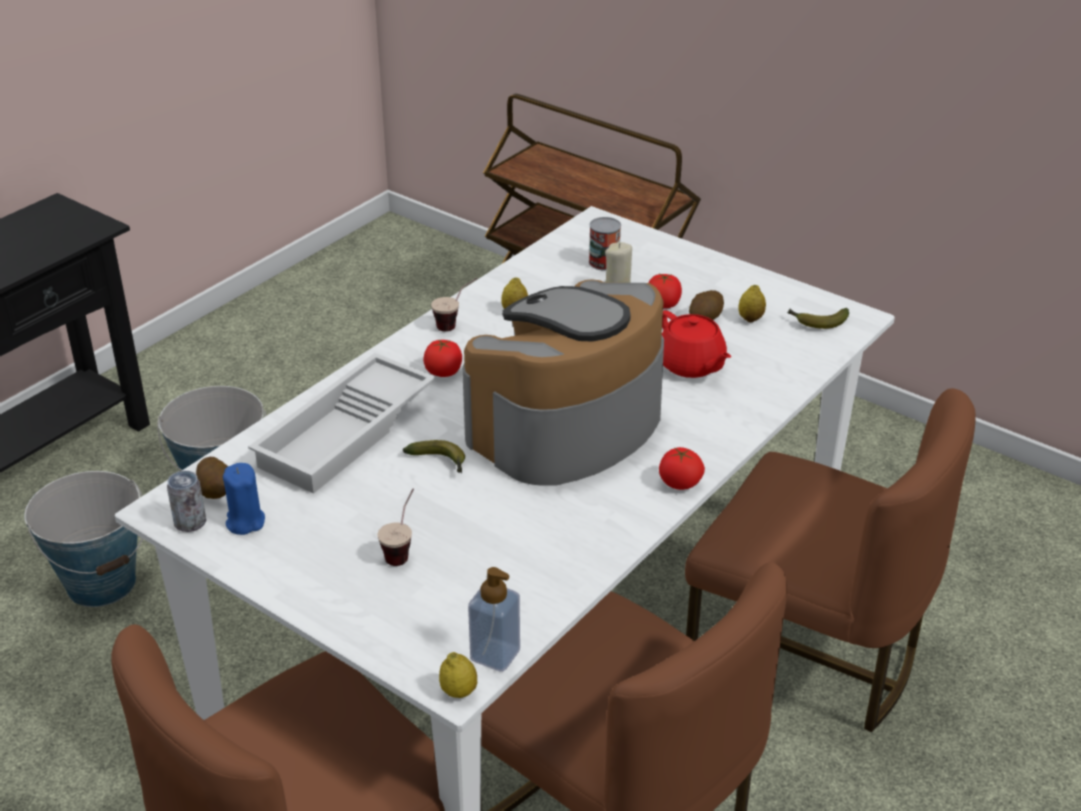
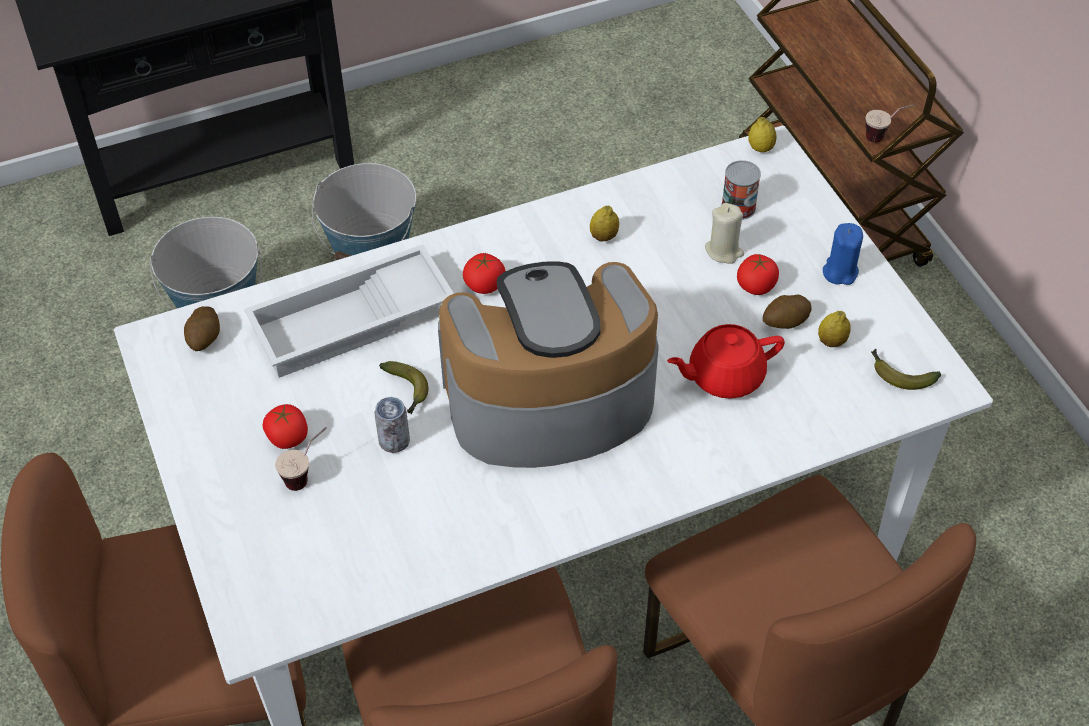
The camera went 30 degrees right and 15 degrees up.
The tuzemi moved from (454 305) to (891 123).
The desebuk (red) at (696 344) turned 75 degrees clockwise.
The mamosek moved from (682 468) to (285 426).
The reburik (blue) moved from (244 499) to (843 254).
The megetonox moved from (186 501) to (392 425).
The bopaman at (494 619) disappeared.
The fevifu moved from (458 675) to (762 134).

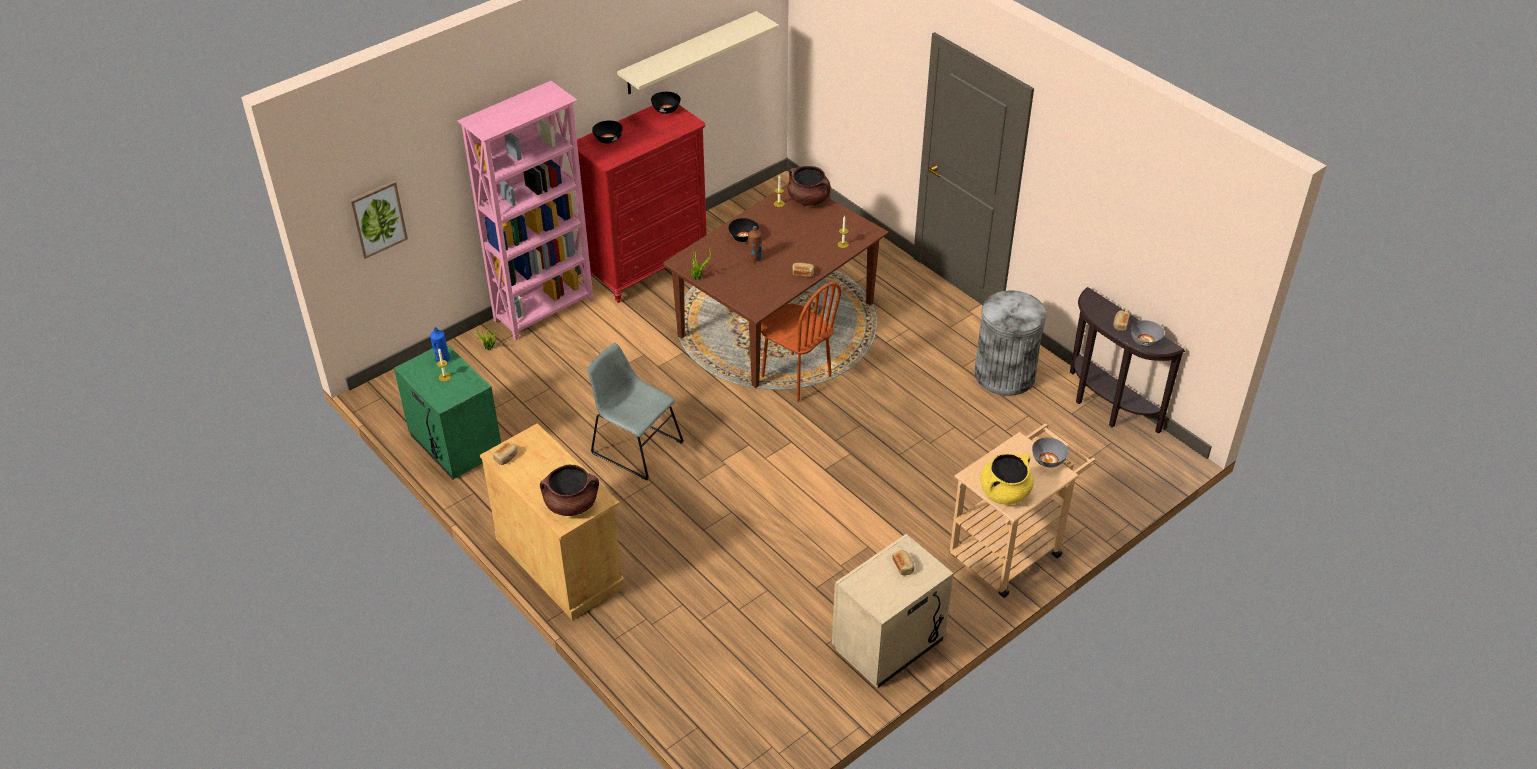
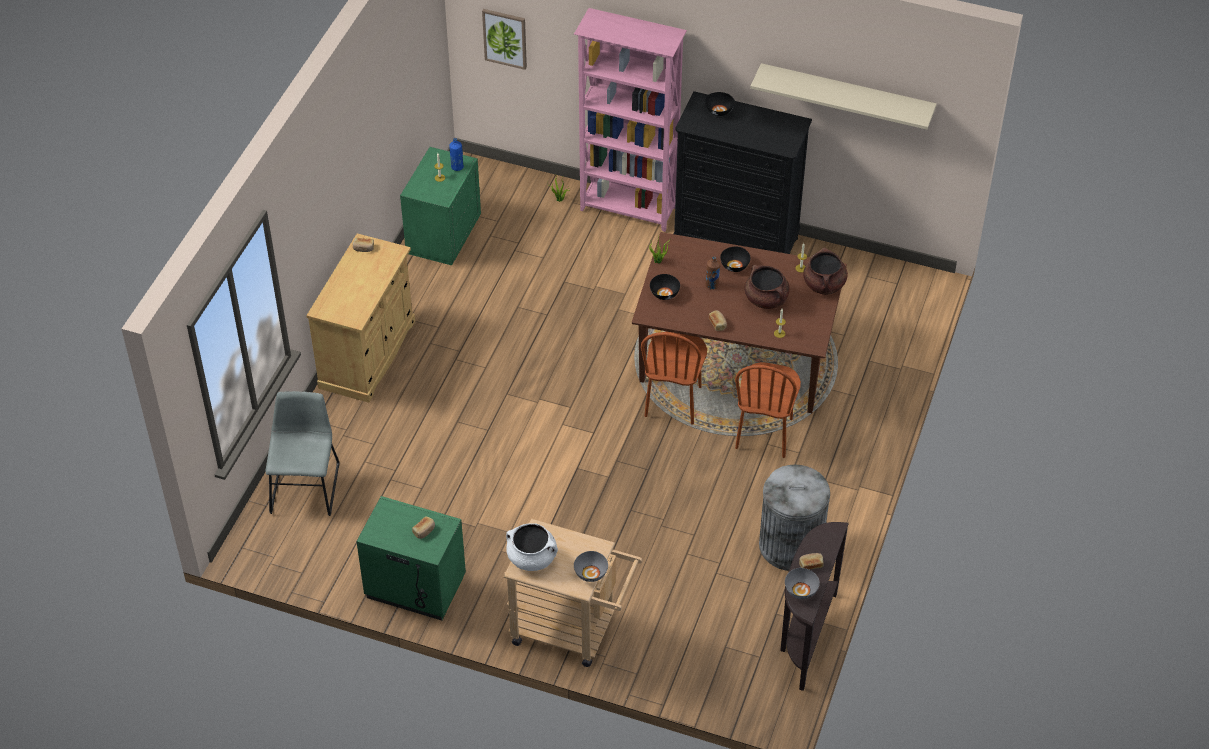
The camera went 60 degrees right and 5 degrees up.
The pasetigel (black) moved from (666 103) to (665 287).
The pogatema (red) at (639 204) became the pogatema (black) at (743 172).
The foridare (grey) moved from (635 411) to (302 453).
The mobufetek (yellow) at (1007 479) became the mobufetek (white) at (532 547).
The mobufetek (brown) moved from (569 490) to (767 287).
The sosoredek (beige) at (893 611) became the sosoredek (green) at (411 558).
The foridare (brown) at (768 410) appeared.

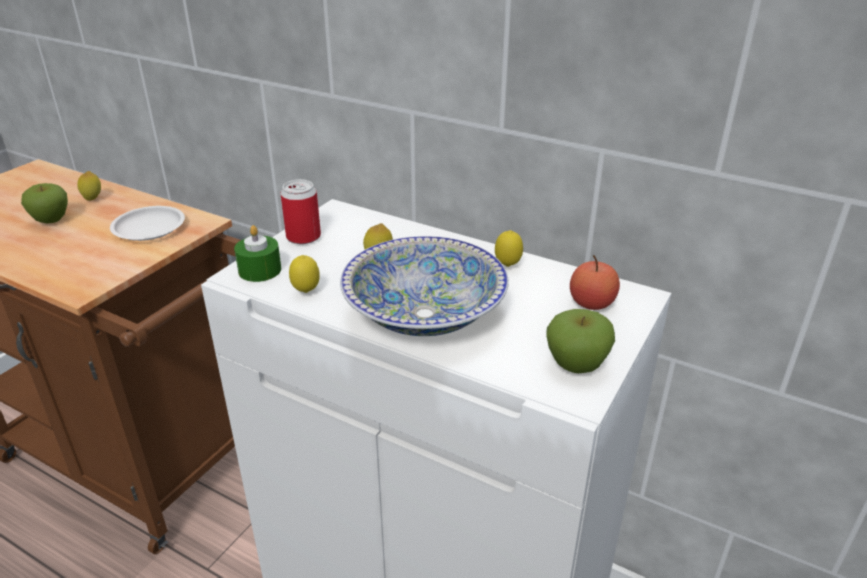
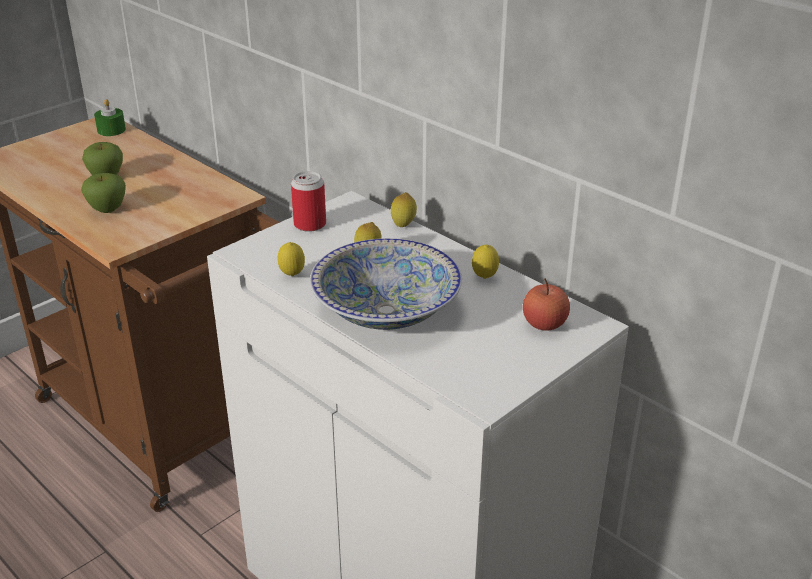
The camera went 15 degrees right and 0 degrees up.
The fevifu moved from (89 186) to (404 209).
The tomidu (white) at (147 223) disappeared.
The reburik (green) moved from (257 253) to (110 117).
The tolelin moved from (580 341) to (103 193).

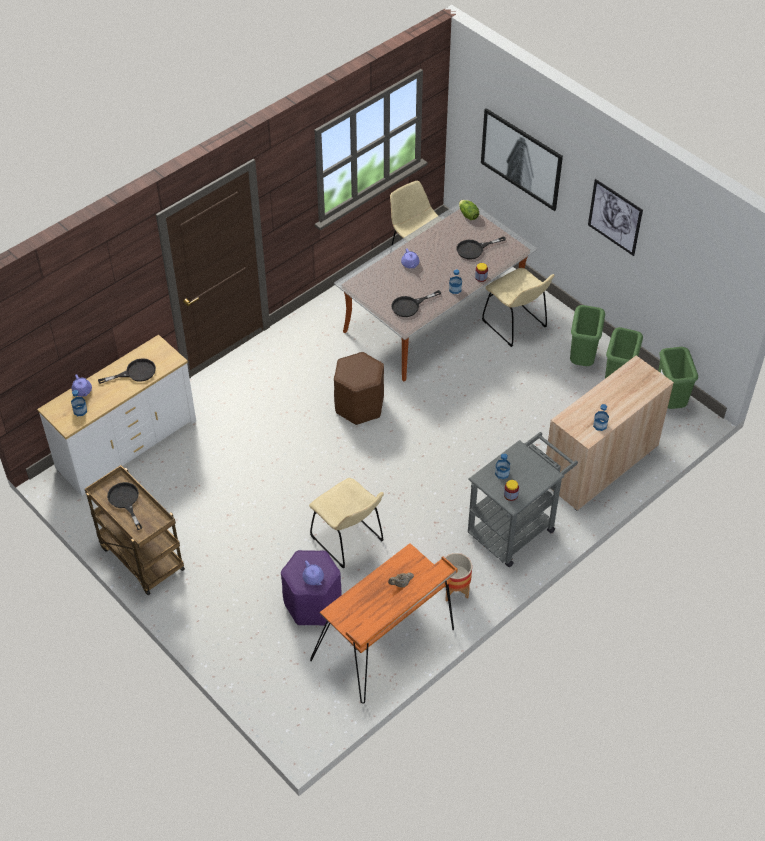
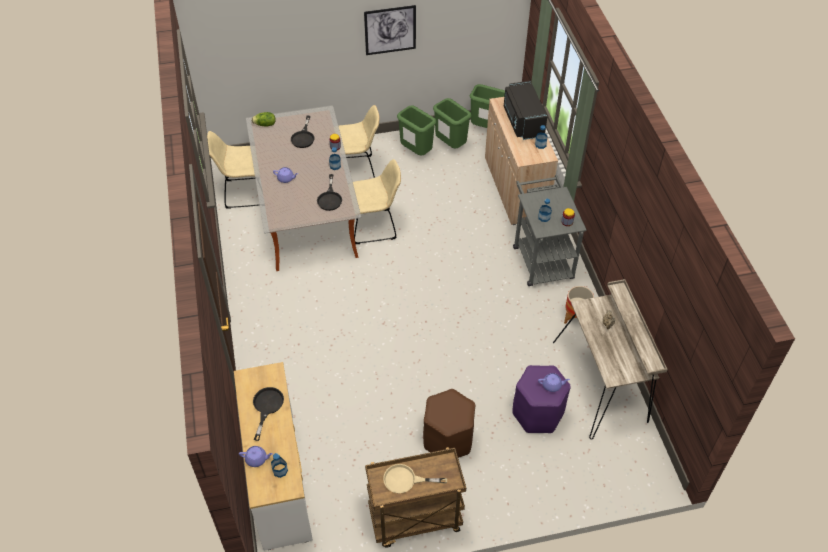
The camera went 60 degrees left and 0 degrees up.
The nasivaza at (522 159) disappeared.
The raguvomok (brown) moved from (359 388) to (449 423).
The foridare (beige) moved from (346 523) to (377 201).
The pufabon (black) at (124 506) became the pufabon (beige) at (415 479).
The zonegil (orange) at (384 623) became the zonegil (beige) at (610 359).
The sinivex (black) at (525 110) appeared.

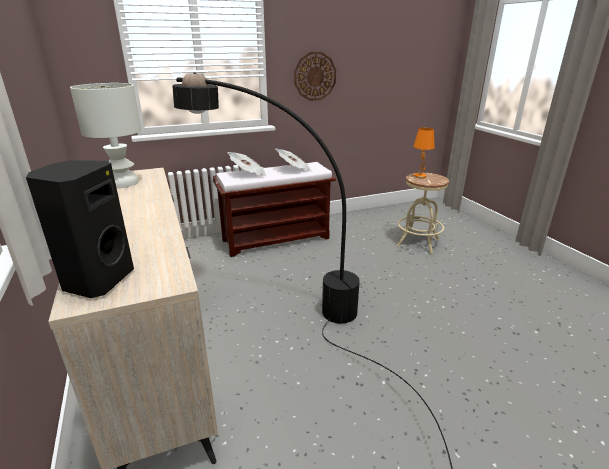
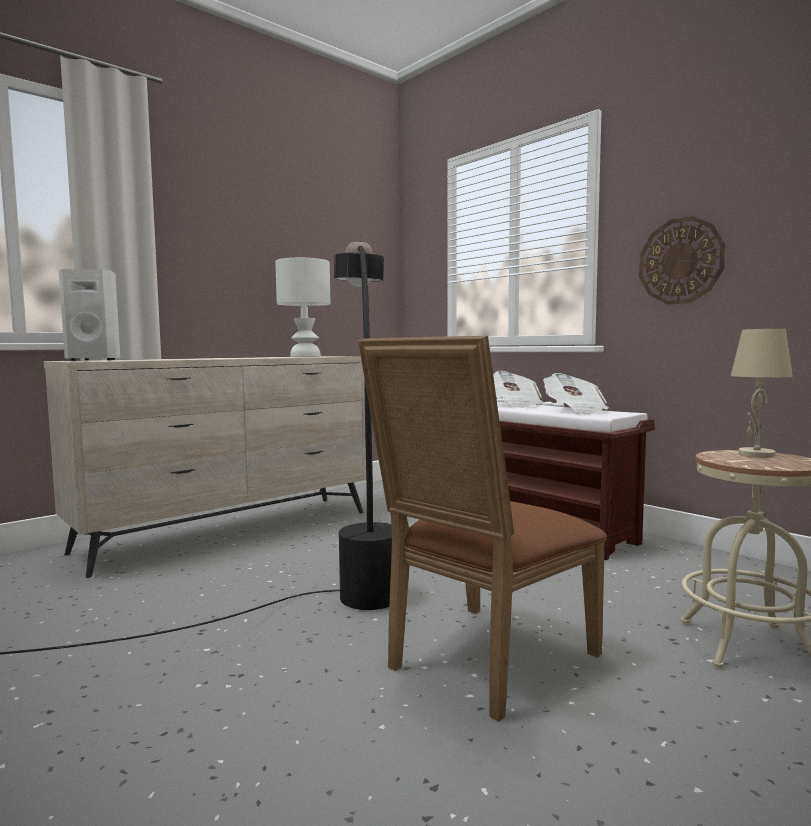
The camera went 70 degrees right and 20 degrees down.
The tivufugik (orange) at (424 153) became the tivufugik (beige) at (762 393).
The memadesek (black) at (80 229) became the memadesek (white) at (89 315).
The foridare (brown) at (482 529) appeared.

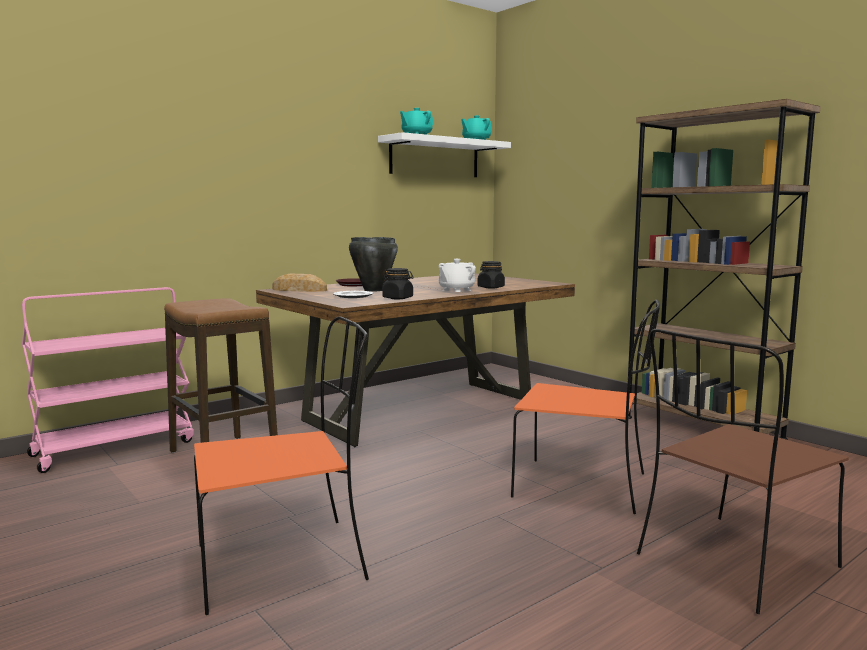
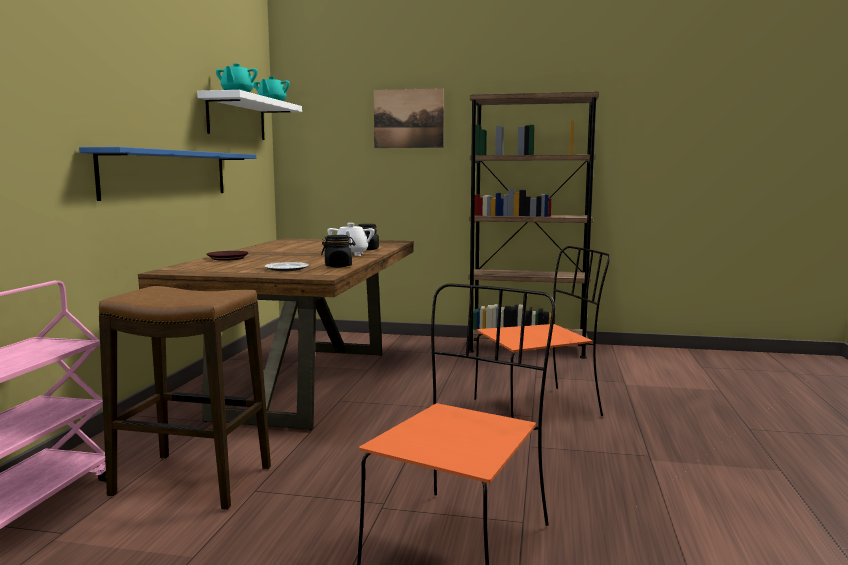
The camera went 40 degrees left and 0 degrees up.
The mobufetek (black) at (373 264) disappeared.
The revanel at (299 283) disappeared.
The foridare (brown) at (743 471) disappeared.
The nasivaza at (409 118) appeared.
The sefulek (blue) at (167 174) appeared.

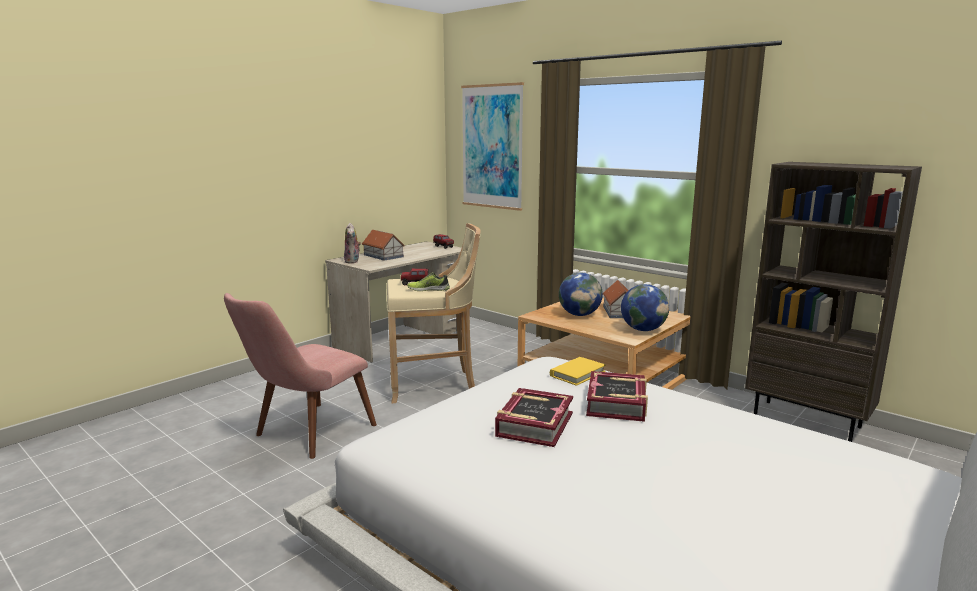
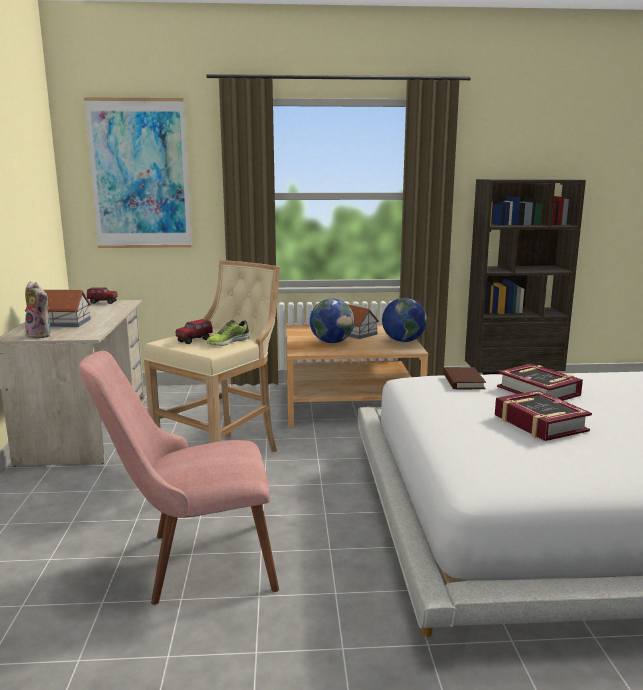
The camera went 45 degrees left and 0 degrees up.
The foridare (pink) at (300 376) turned 90 degrees clockwise.
The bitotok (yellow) at (578 371) became the bitotok (brown) at (464 378).

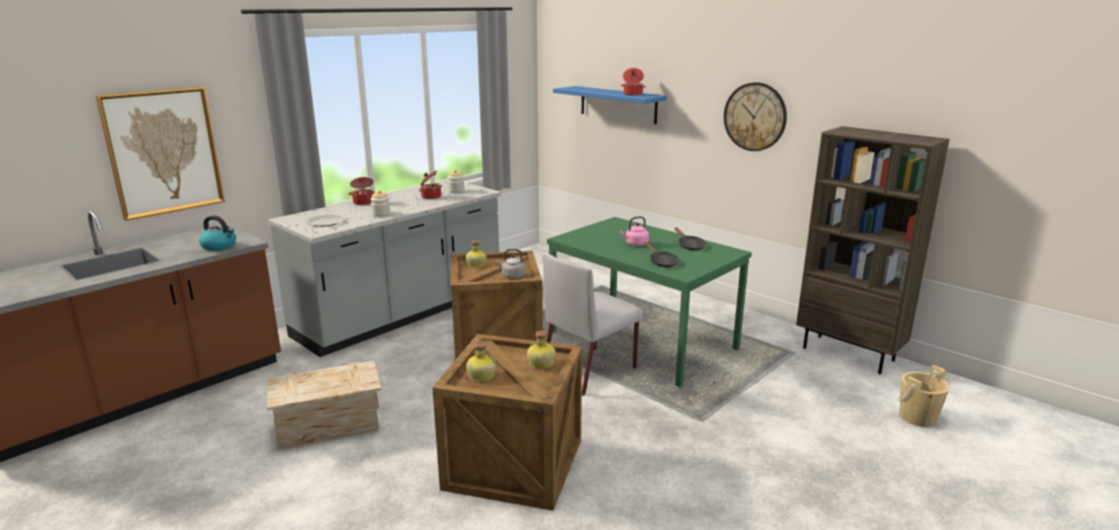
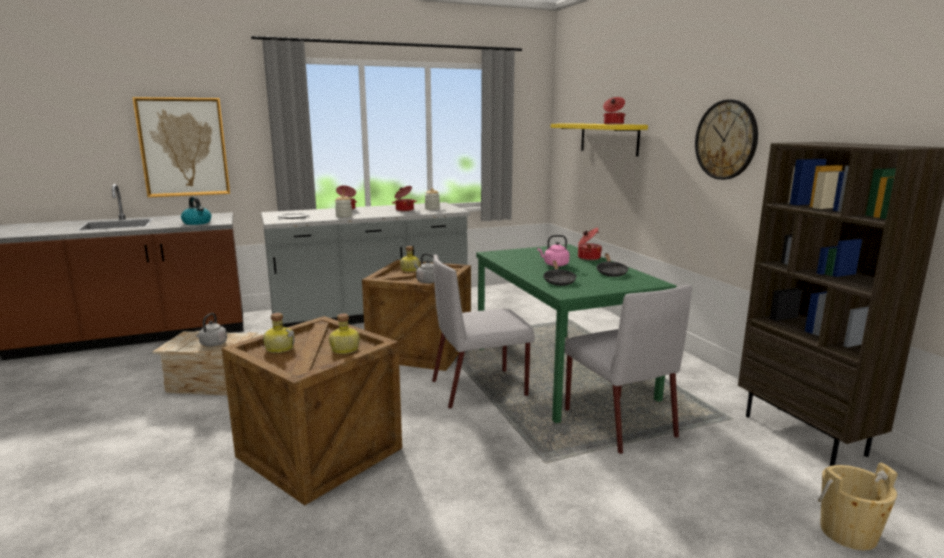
The camera went 25 degrees right and 5 degrees down.
The sefulek (blue) at (610 105) became the sefulek (yellow) at (599 140).
The mobufetek at (590 244) appeared.
The foridare (grey) at (628 369) appeared.
The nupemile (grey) at (211 330) appeared.

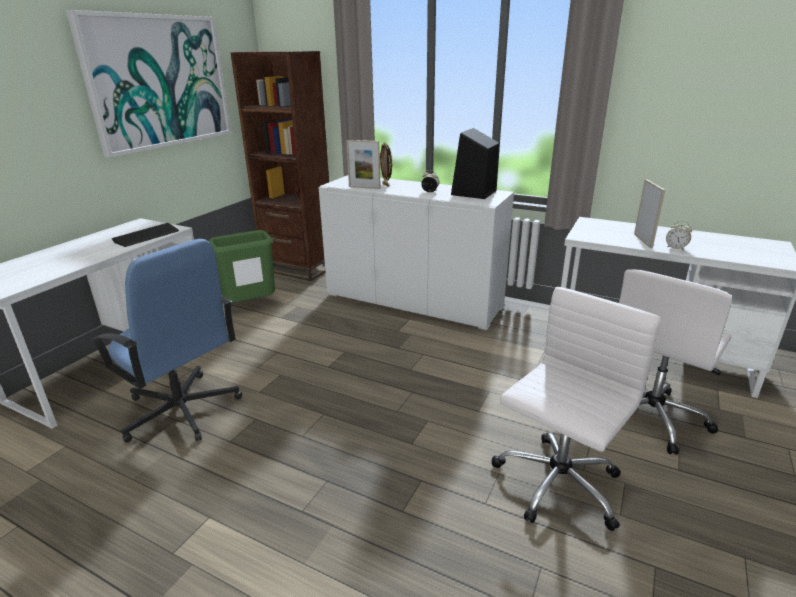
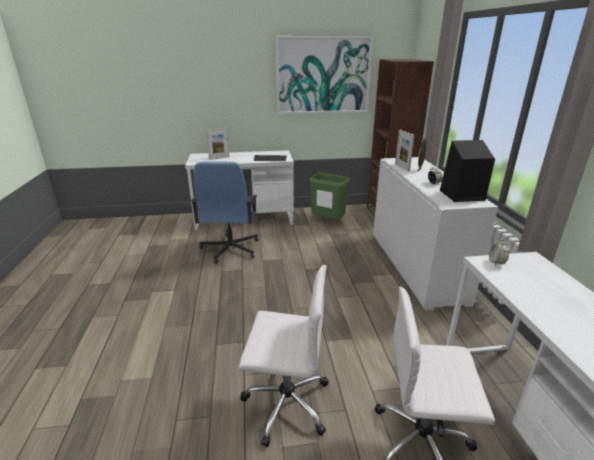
The camera went 55 degrees right and 0 degrees up.
The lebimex moved from (650 213) to (217 144).
The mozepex moved from (679 235) to (499 252).

